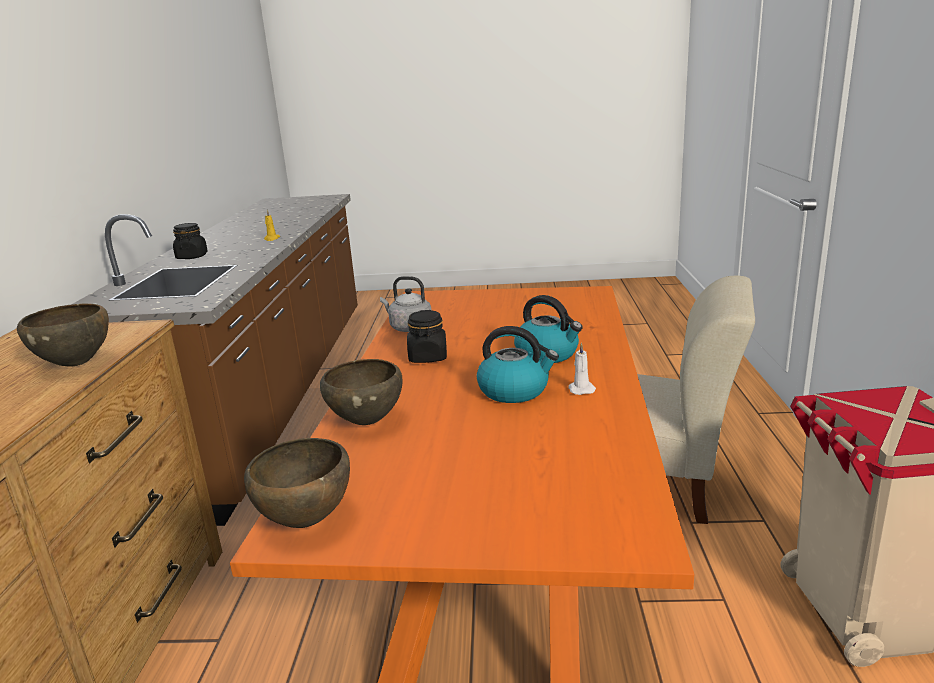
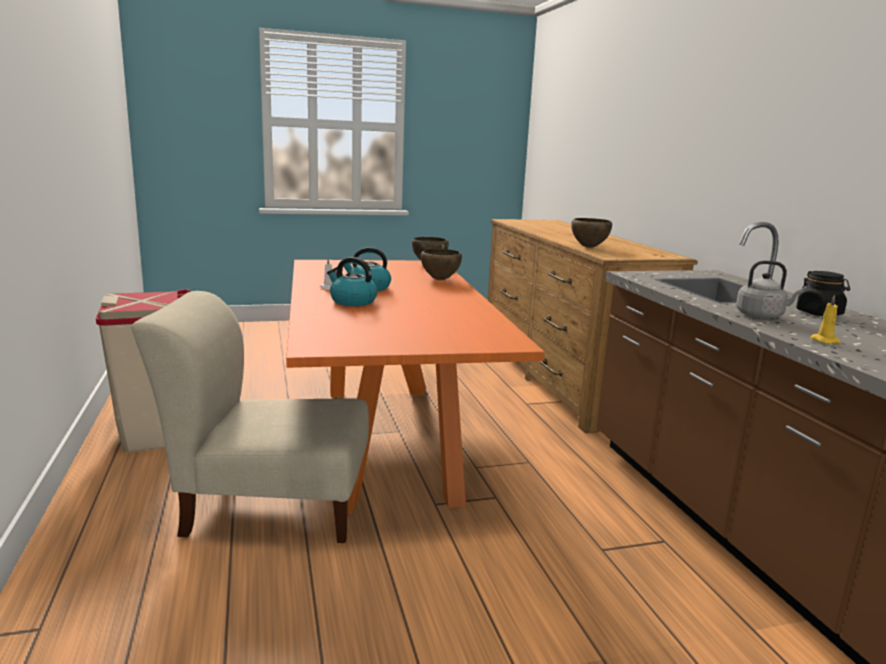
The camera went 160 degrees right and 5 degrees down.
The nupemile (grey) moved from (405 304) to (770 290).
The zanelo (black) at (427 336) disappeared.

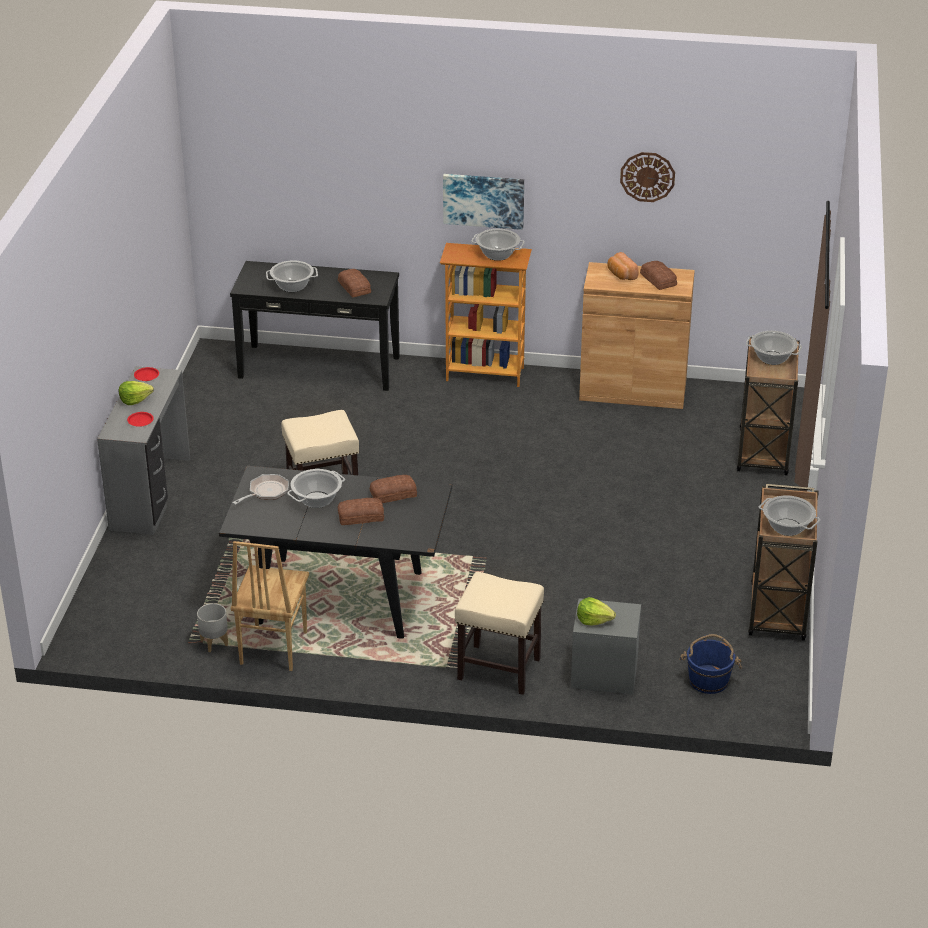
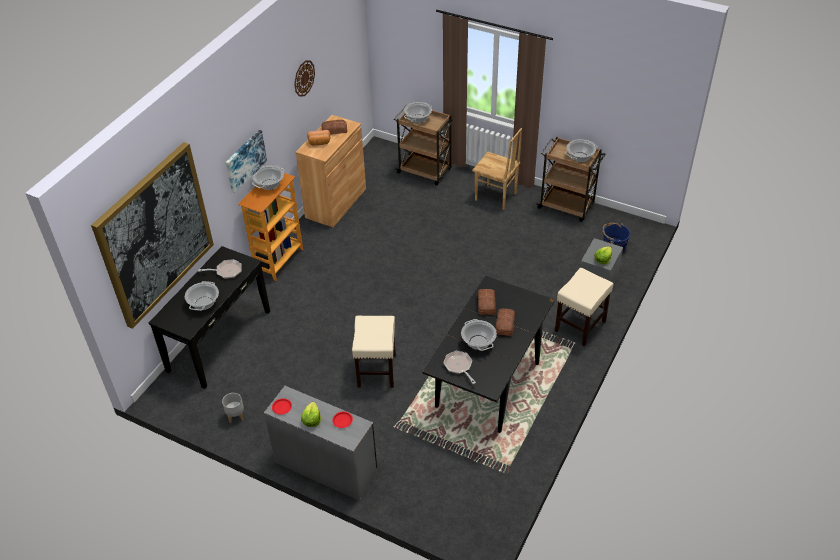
The camera went 70 degrees left and 10 degrees up.
The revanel at (354 283) was replaced by the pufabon at (220 269).
The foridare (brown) moved from (269 606) to (497 169).
The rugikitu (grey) moved from (212 627) to (233 408).
The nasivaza at (152 235) appeared.

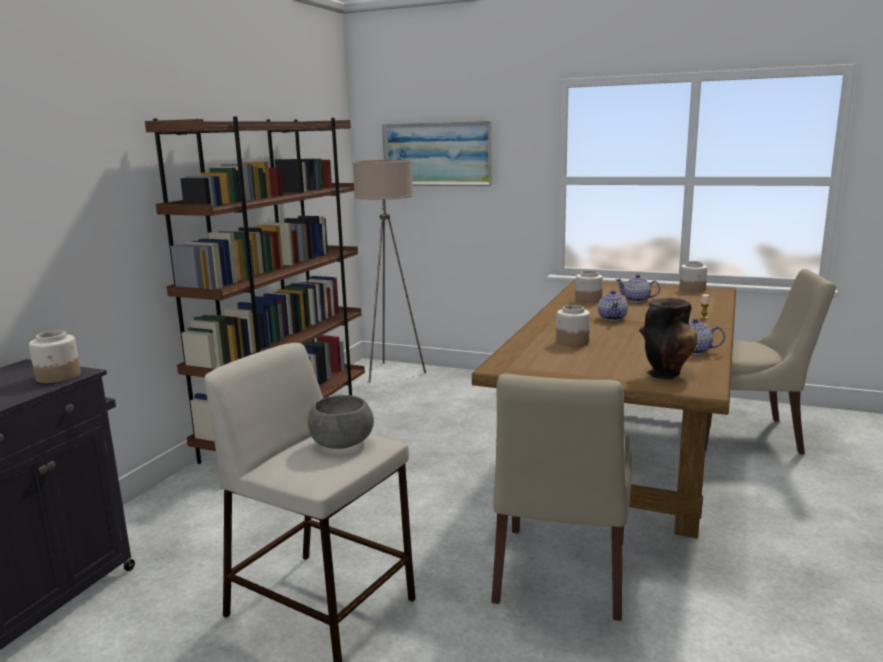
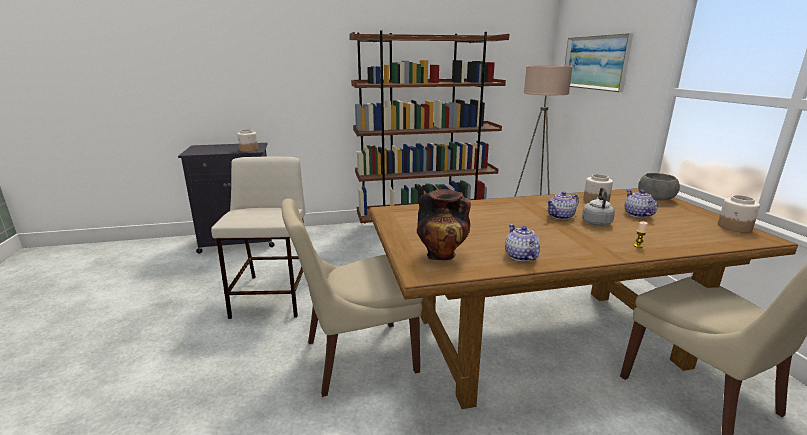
The camera went 55 degrees right and 5 degrees up.
The zanelo at (573 325) disappeared.
The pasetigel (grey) moved from (341 422) to (659 187).
The nupemile (grey) at (598 206) appeared.

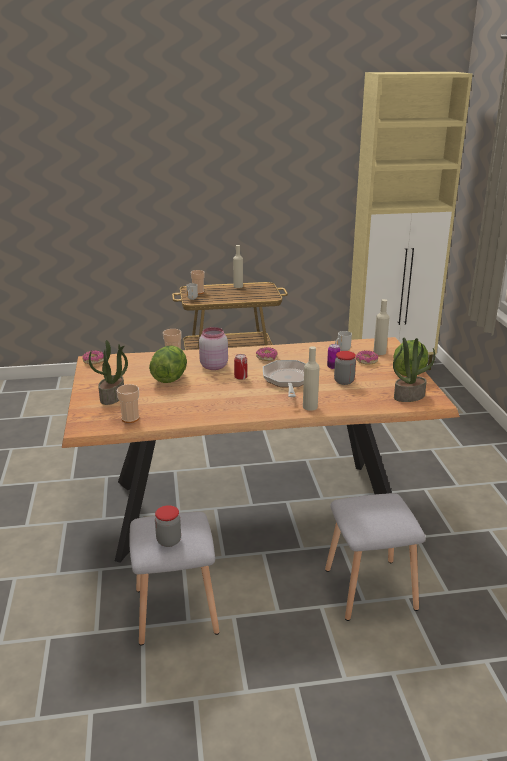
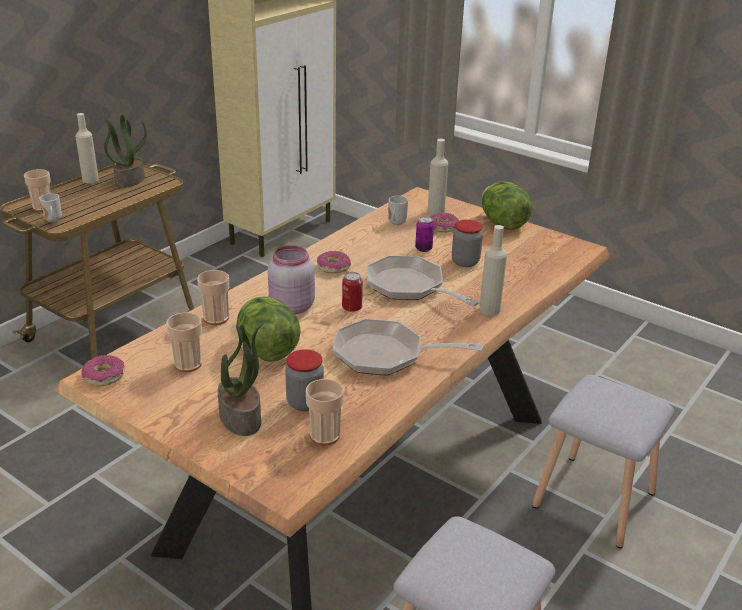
The camera went 45 degrees left and 5 degrees up.
The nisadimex moved from (414 370) to (125 151).
The zanelo moved from (168 526) to (304 380).
The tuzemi at (184 342) appeared.
The pufabon at (407 347) appeared.

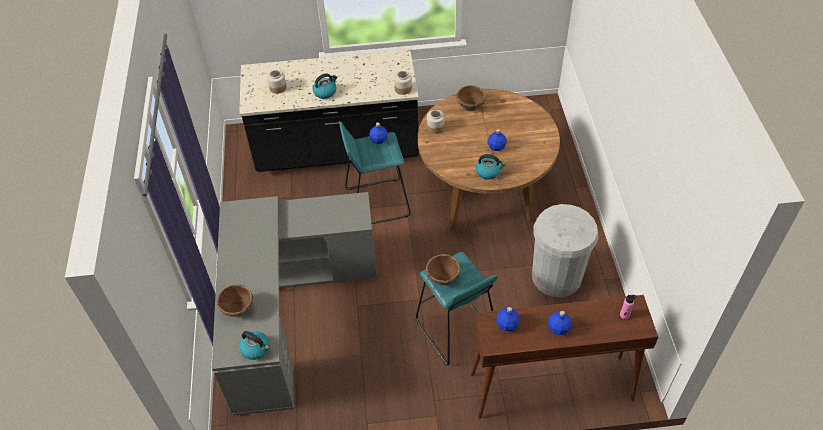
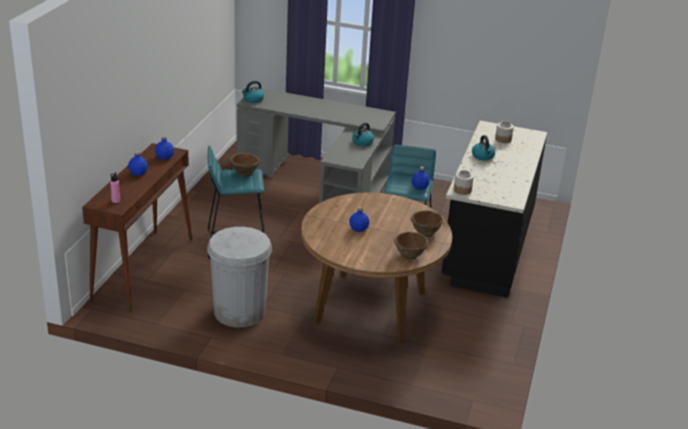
The camera went 110 degrees right and 20 degrees down.
The zanelo at (436 122) disappeared.
The nupemile moved from (491 167) to (363 134).
The pasetigel (brown) moved from (235 301) to (411 246).

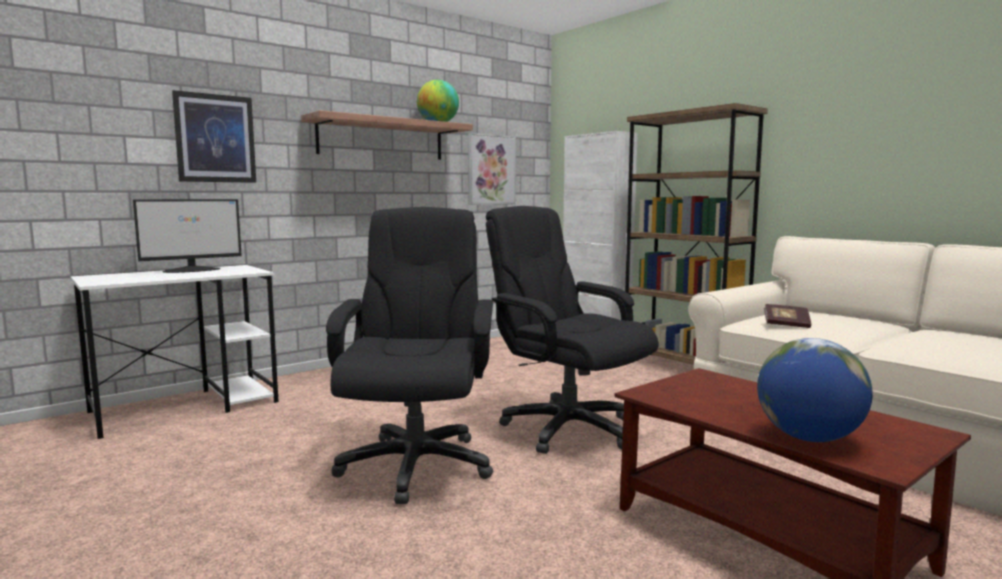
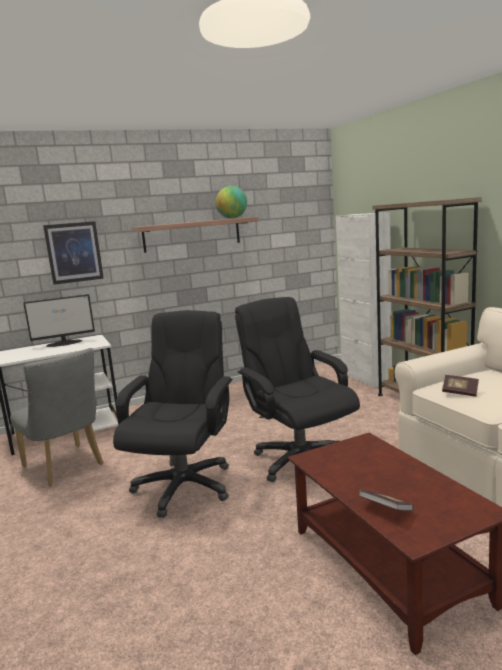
The camera went 15 degrees right and 5 degrees up.
The nasivaza at (492 169) disappeared.
The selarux at (815 390) was replaced by the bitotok at (386 500).
The foridare (grey) at (57 417) appeared.

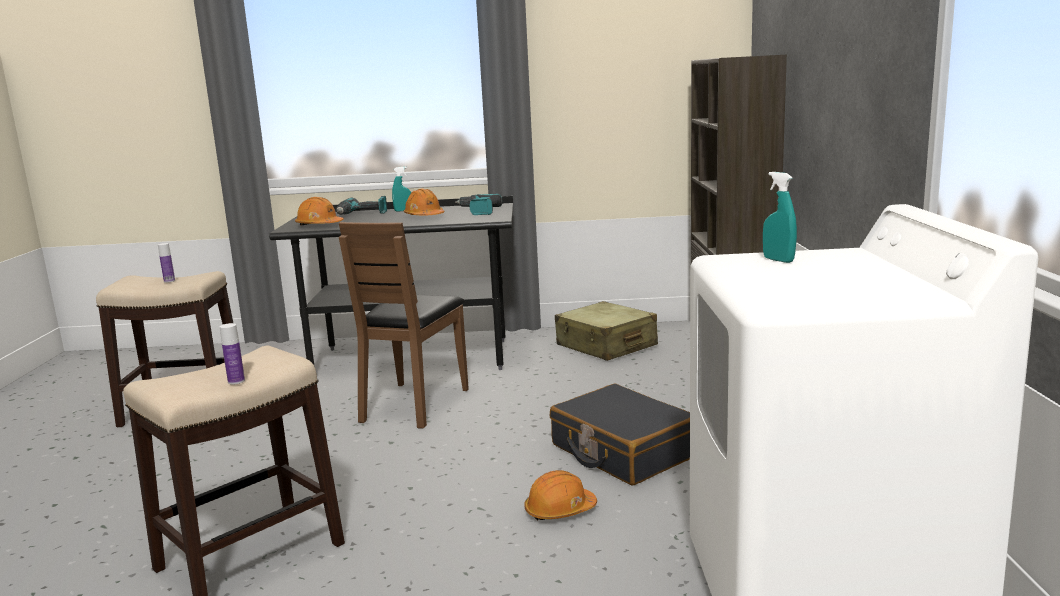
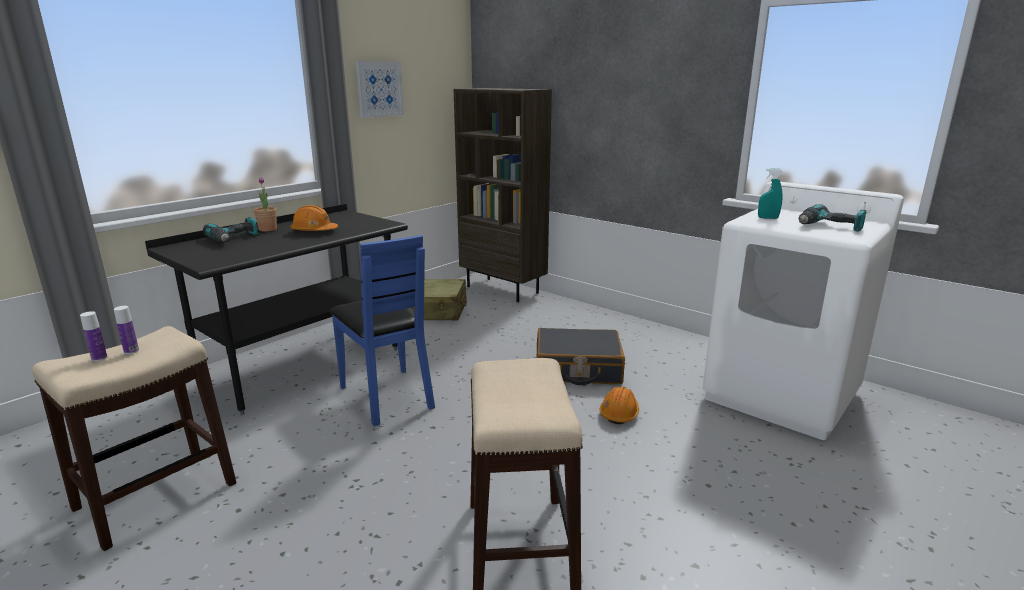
The camera went 50 degrees left and 5 degrees up.
The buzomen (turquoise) at (401 189) was replaced by the nisadimex at (265 204).
The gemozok moved from (478 204) to (832 218).
The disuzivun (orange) at (319 211) disappeared.
The foridare (brown) at (404 325) became the foridare (blue) at (382 330).
The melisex moved from (232 353) to (93 336).
The nasivaza at (380 89) appeared.

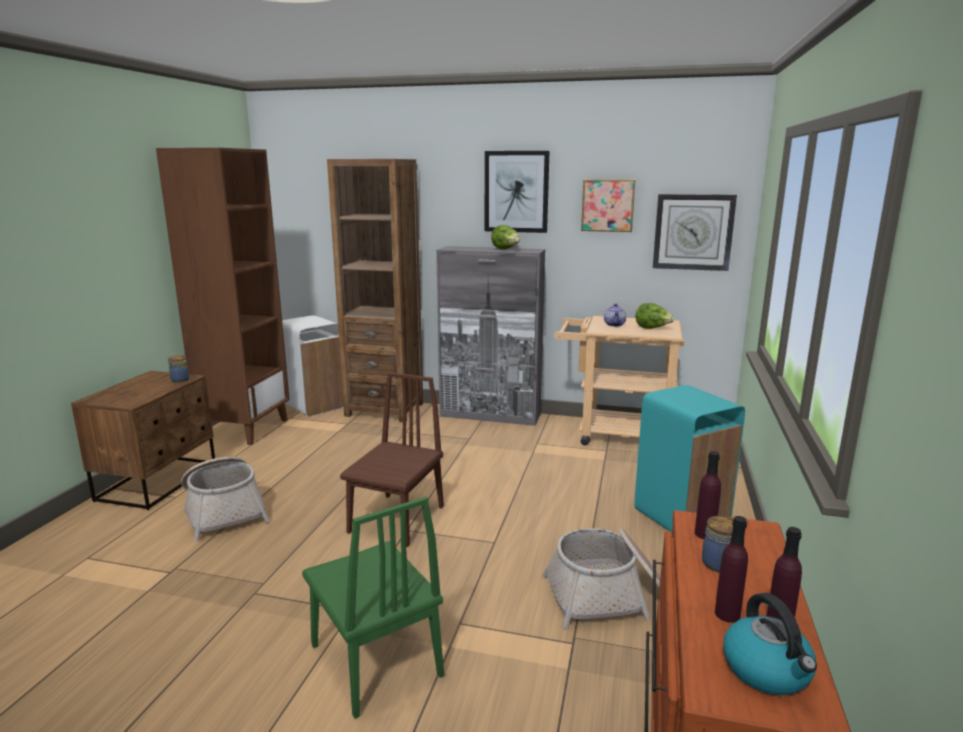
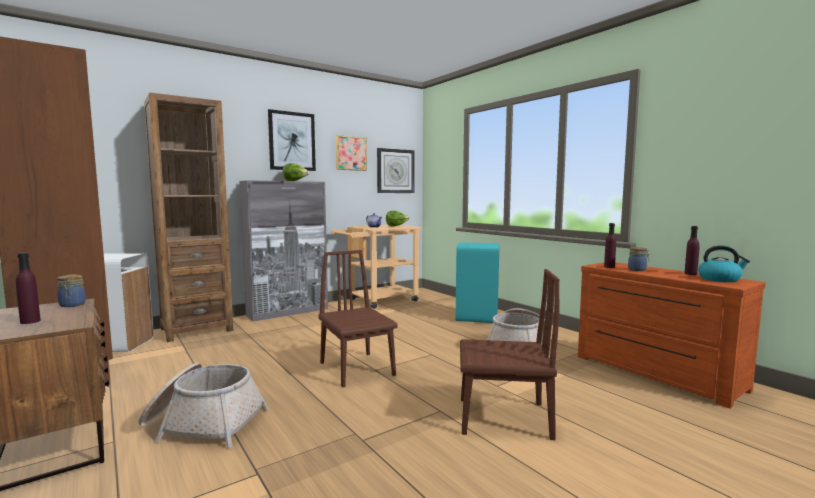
The camera went 50 degrees left and 10 degrees down.
The foridare (green) at (373 608) became the foridare (brown) at (510 354).
The melisex (purple) moved from (731 569) to (28 288).

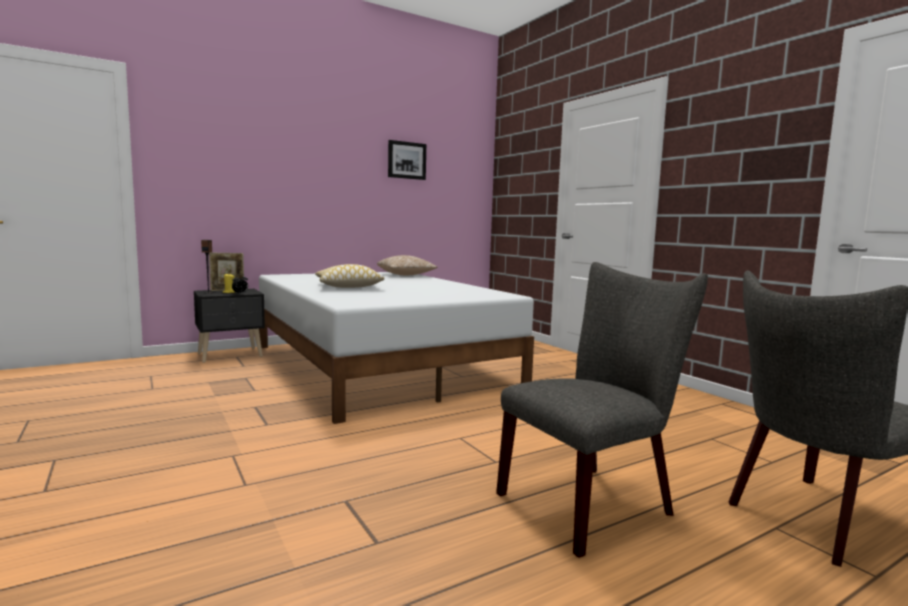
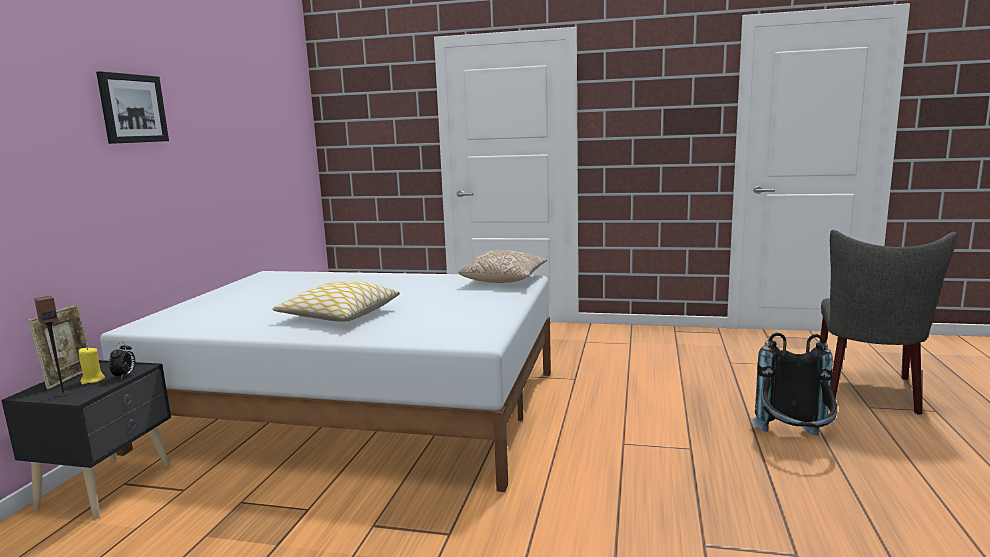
The camera went 45 degrees left and 5 degrees up.
The nasivaza moved from (407 160) to (132 107).
The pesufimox moved from (407 265) to (503 266).
The foridare (grey) at (602 410) was replaced by the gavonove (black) at (793 384).

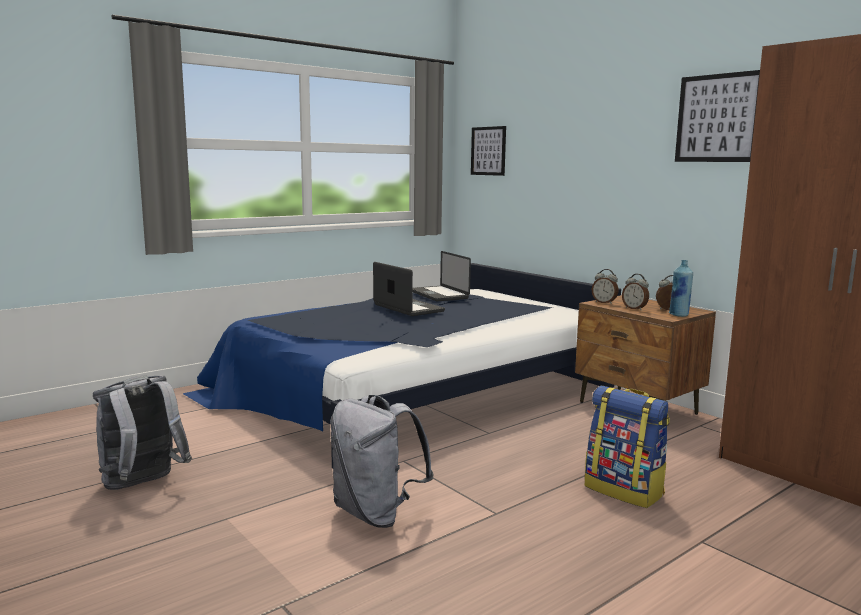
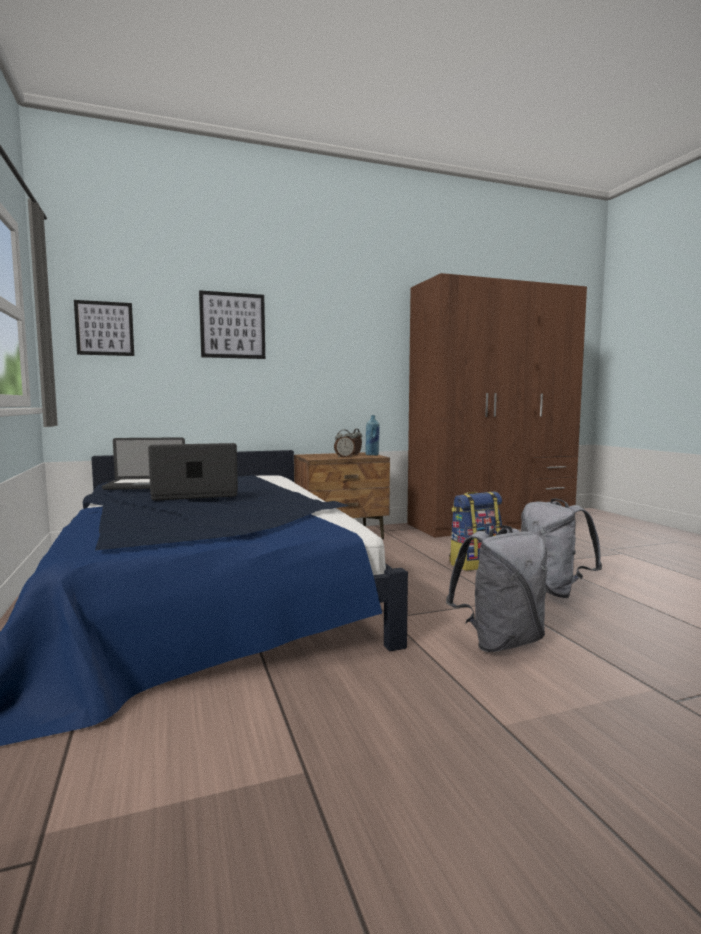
The camera went 70 degrees left and 5 degrees down.
The nasivaza moved from (717 116) to (232 324).
The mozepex at (605 286) disappeared.
The gavonove (grey) moved from (142 433) to (561 548).

